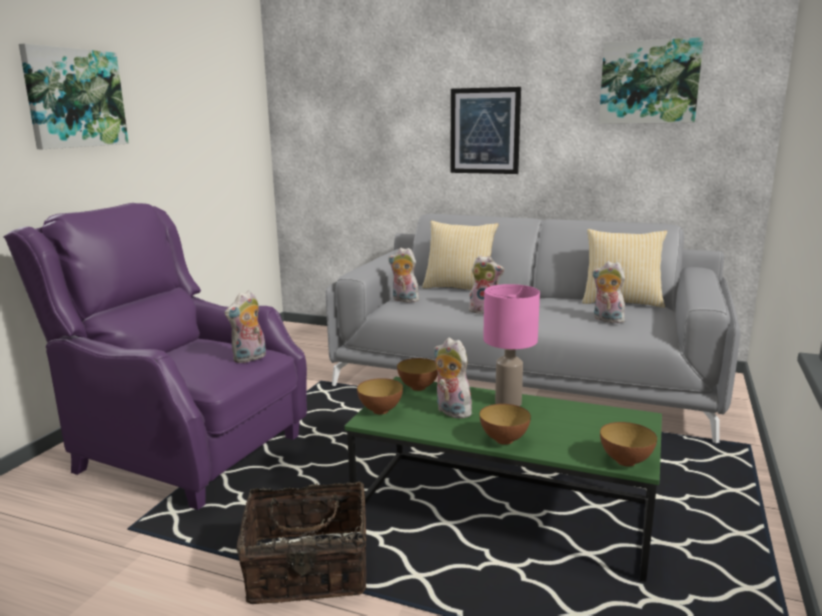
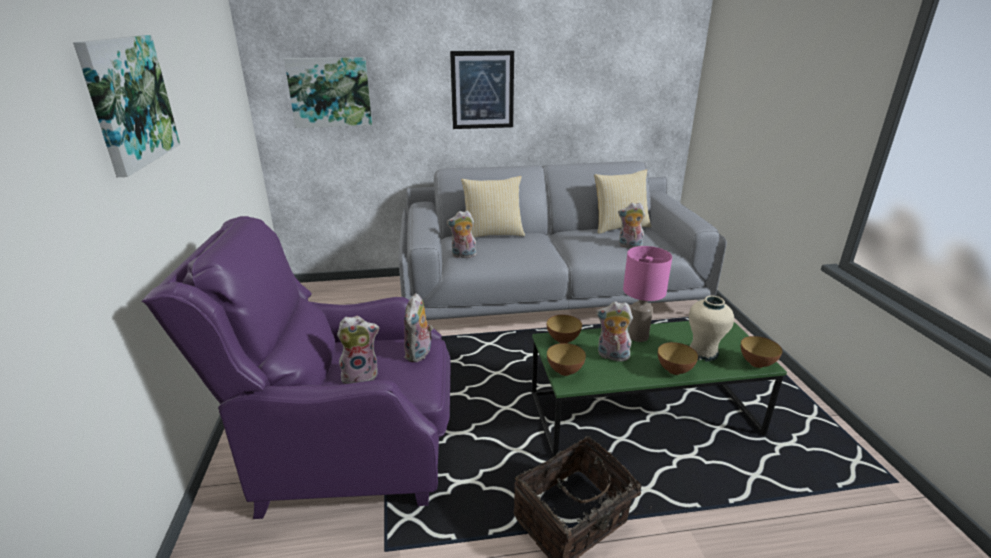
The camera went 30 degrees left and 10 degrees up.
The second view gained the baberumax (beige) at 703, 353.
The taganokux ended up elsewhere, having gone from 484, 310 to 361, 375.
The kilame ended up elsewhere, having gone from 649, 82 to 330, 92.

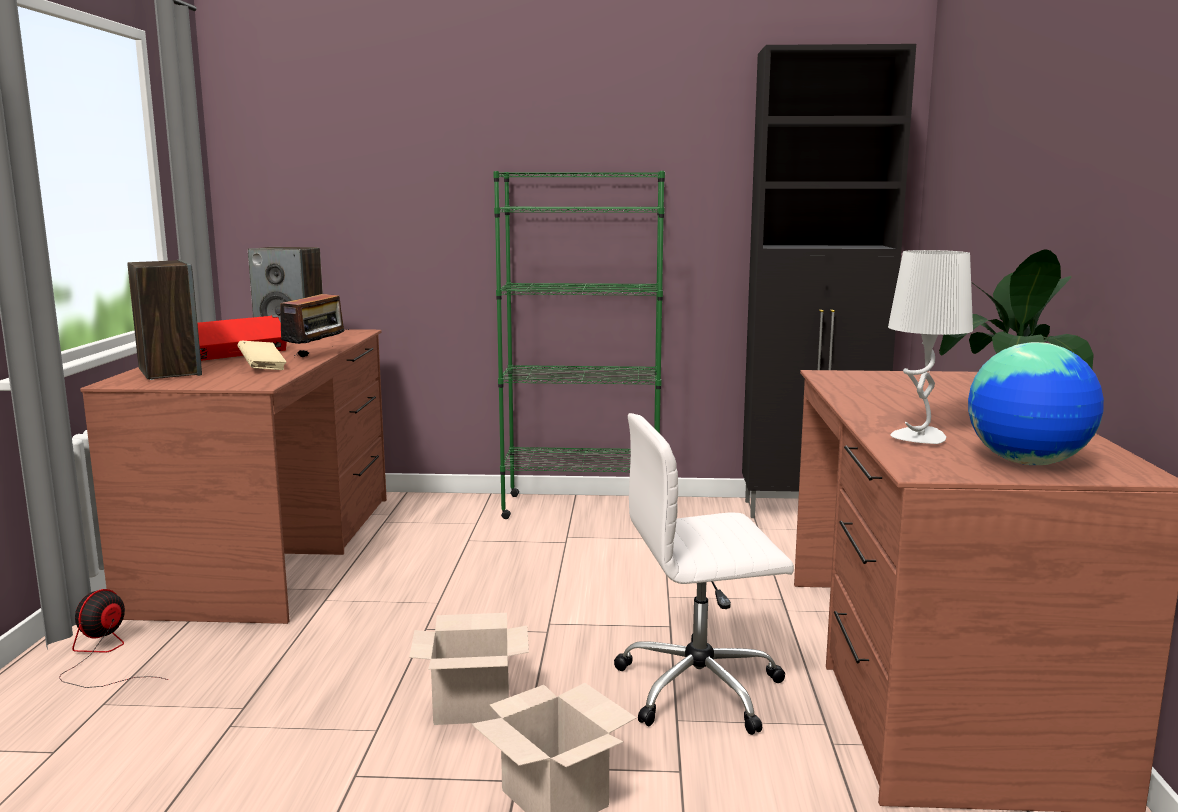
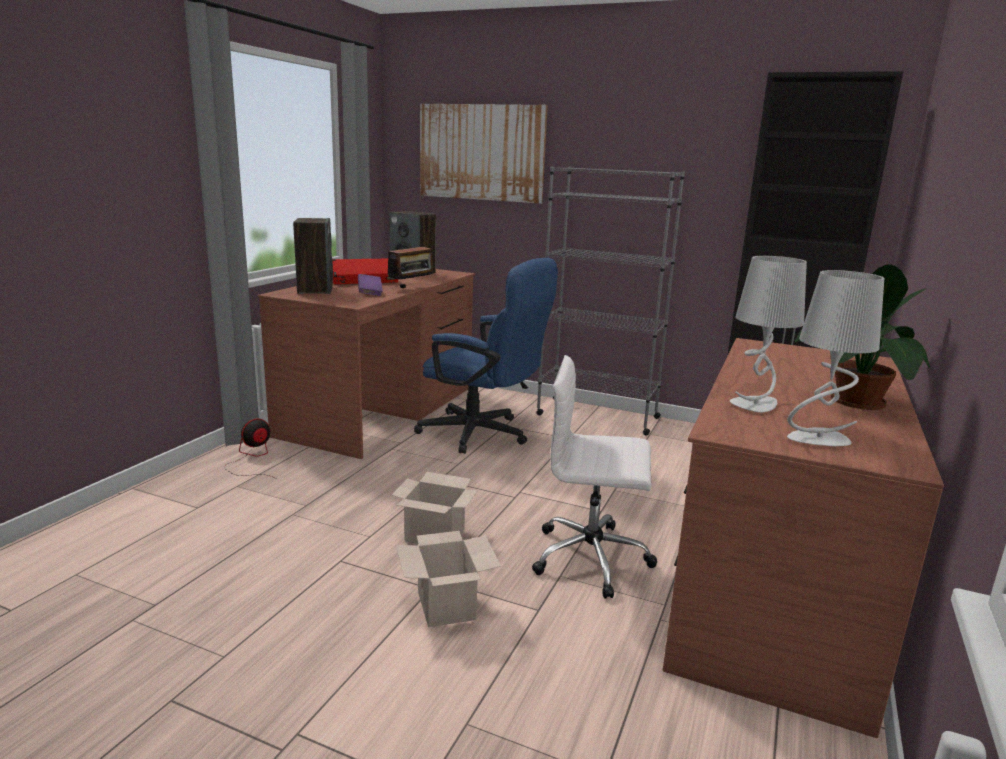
The camera went 20 degrees right and 5 degrees up.
The second view gained the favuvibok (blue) at 483, 434.
The second view gained the kilame at 481, 152.
Where the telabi stood at 1028, 463, the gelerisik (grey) came to stand at 818, 440.
What was the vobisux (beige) at 263, 368 turned into the vobisux (purple) at 370, 293.
What was the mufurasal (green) at 582, 508 turned into the mufurasal (grey) at 597, 416.

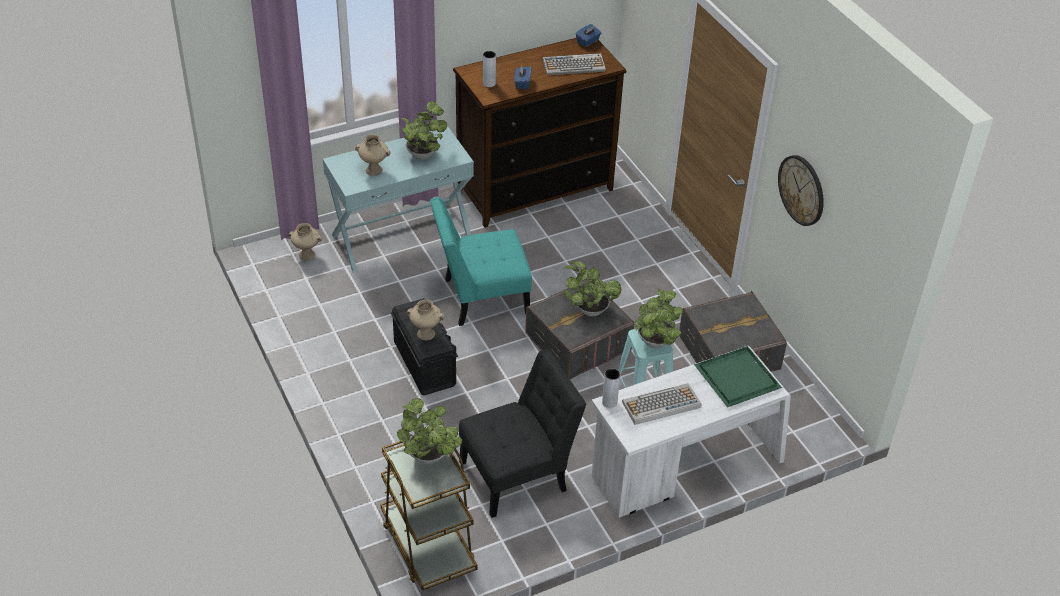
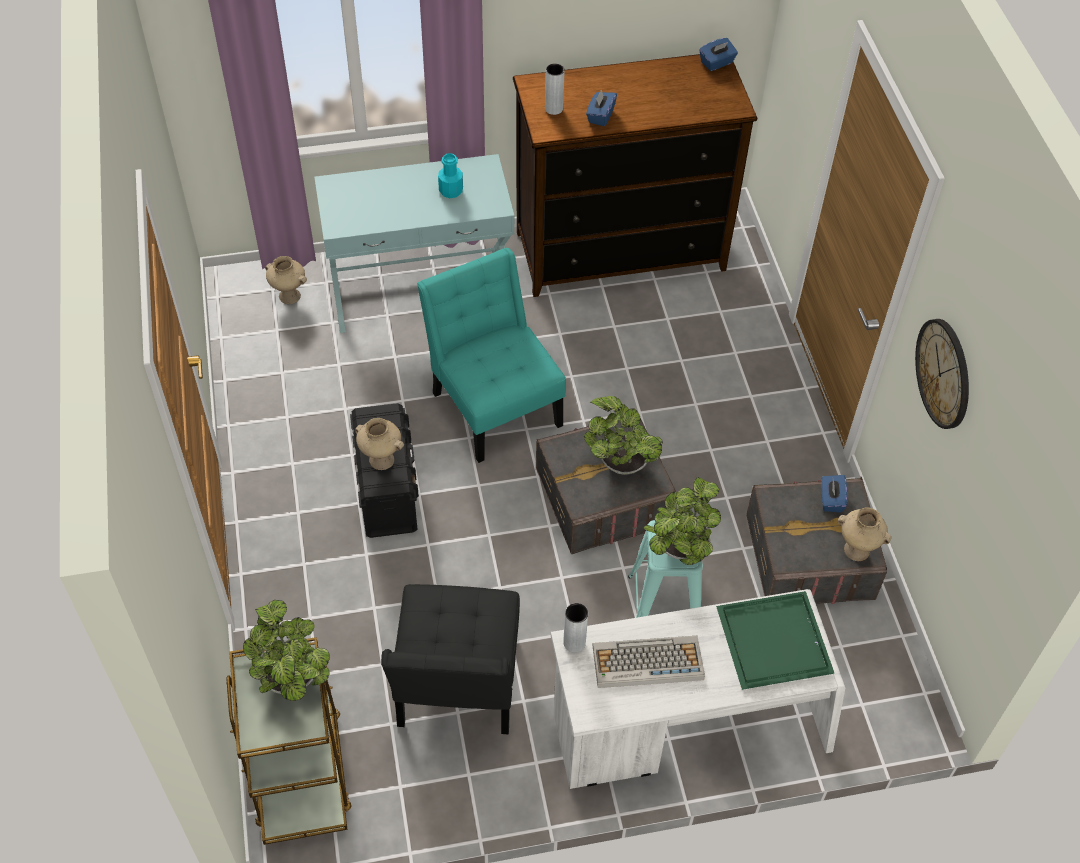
The camera went 15 degrees right and 10 degrees up.
The second view lost the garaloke at 574, 65.
The second view gained the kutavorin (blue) at 831, 500.
The baberumax (beige) ended up elsewhere, having gone from 374, 170 to 857, 550.
Where the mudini stood at 423, 153, the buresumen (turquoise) came to stand at 451, 191.
The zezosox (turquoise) at 481, 298 ended up facing another way, 60 degrees clockwise from before.
The zezosox (black) at 519, 474 ended up facing another way, 105 degrees clockwise from before.

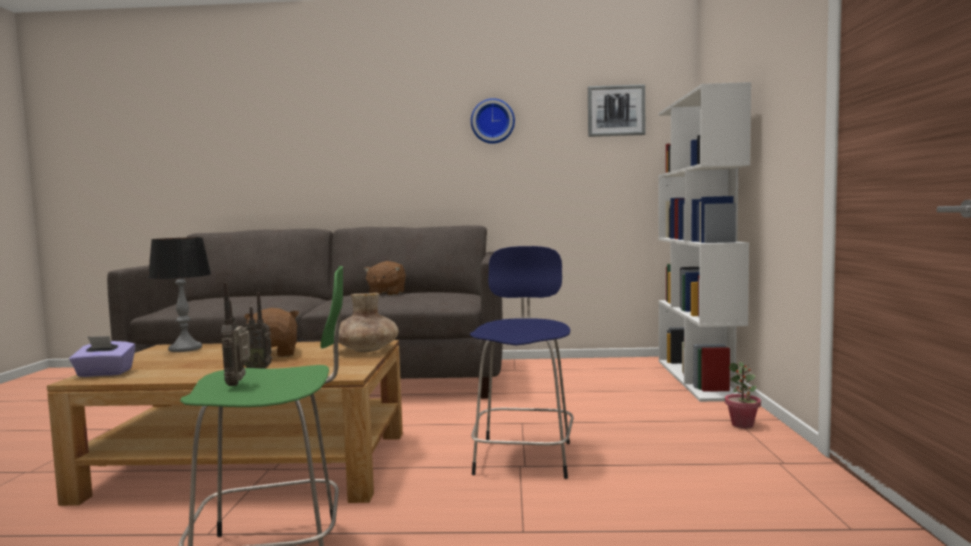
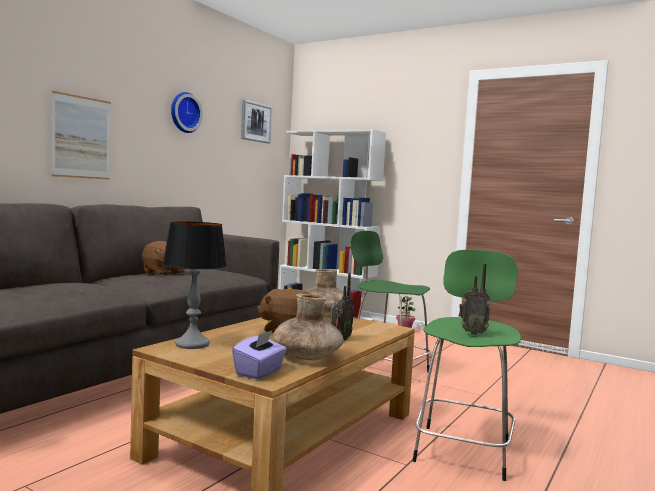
The camera went 60 degrees left and 0 degrees up.
The second view gained the kilame at 81, 137.
The second view gained the baberumax (brown) at 307, 356.
What was the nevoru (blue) at 524, 456 turned into the nevoru (green) at 386, 370.

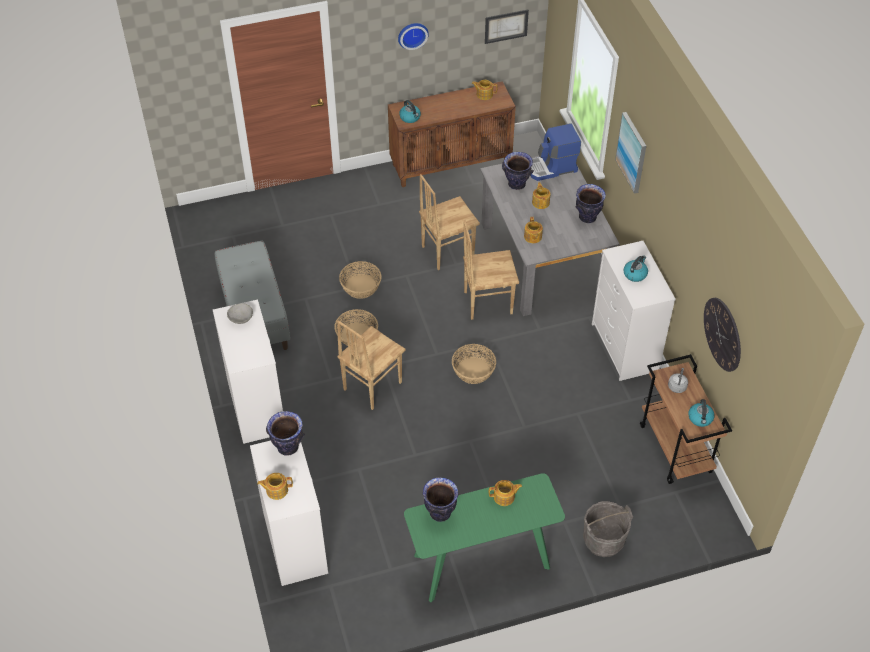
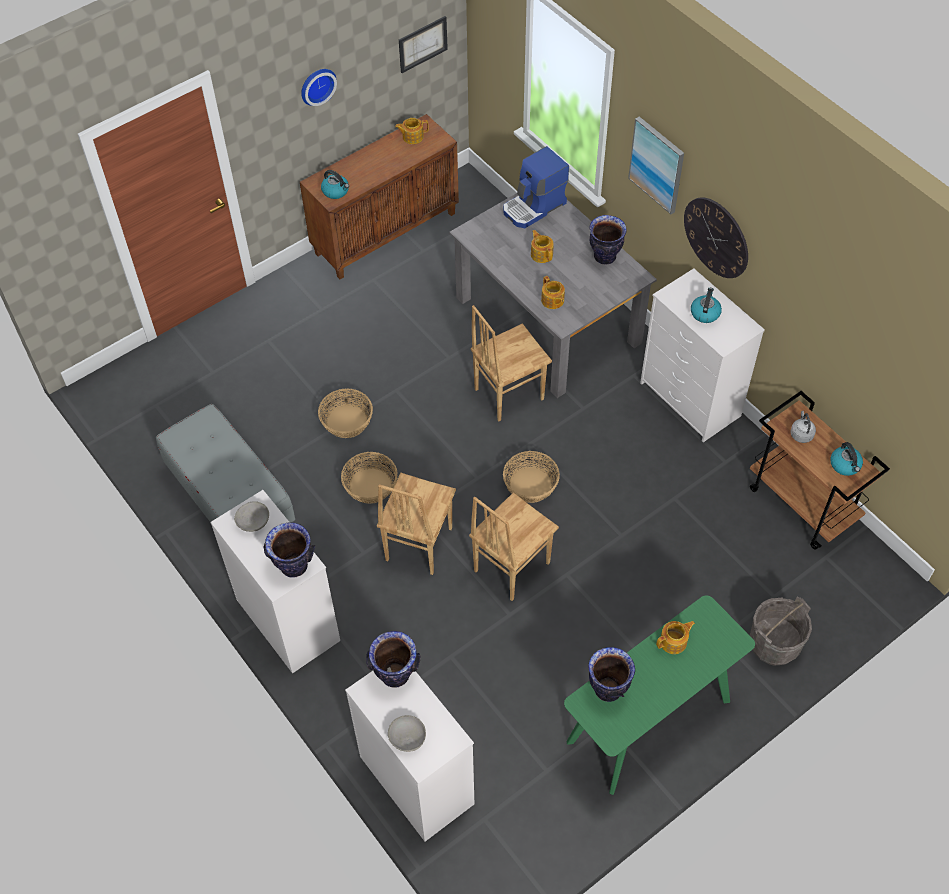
The camera went 20 degrees left and 5 degrees up.
The zezosox (brown) ended up elsewhere, having gone from 447, 251 to 510, 566.
The baberumax ended up elsewhere, having gone from 517, 184 to 294, 566.
The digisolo ended up elsewhere, having gone from 722, 334 to 716, 237.
Where the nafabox stood at 276, 490, the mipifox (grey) came to stand at 407, 737.

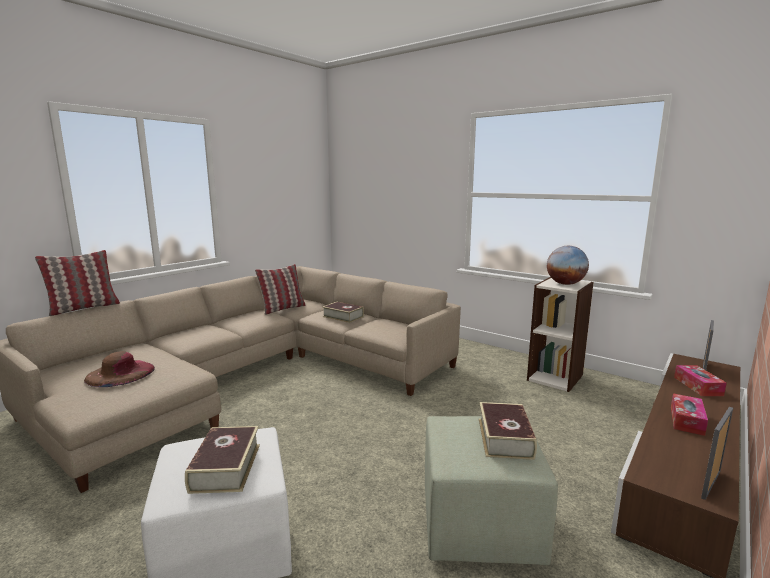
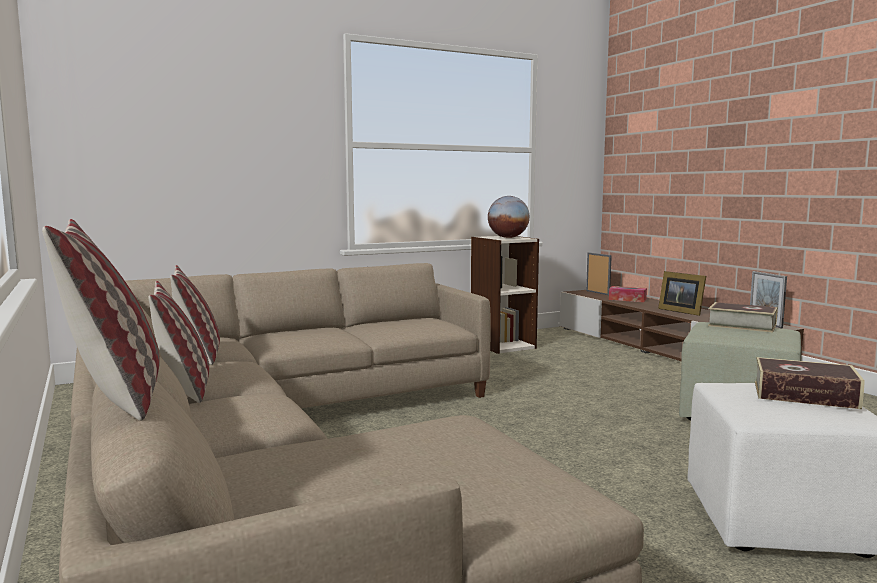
The camera went 65 degrees left and 5 degrees down.
The second view lost the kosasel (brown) at 120, 373.
The second view lost the vobisux at 343, 316.
The second view gained the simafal at 183, 388.
Where the kutavorin stood at 686, 420, the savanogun came to stand at 680, 311.

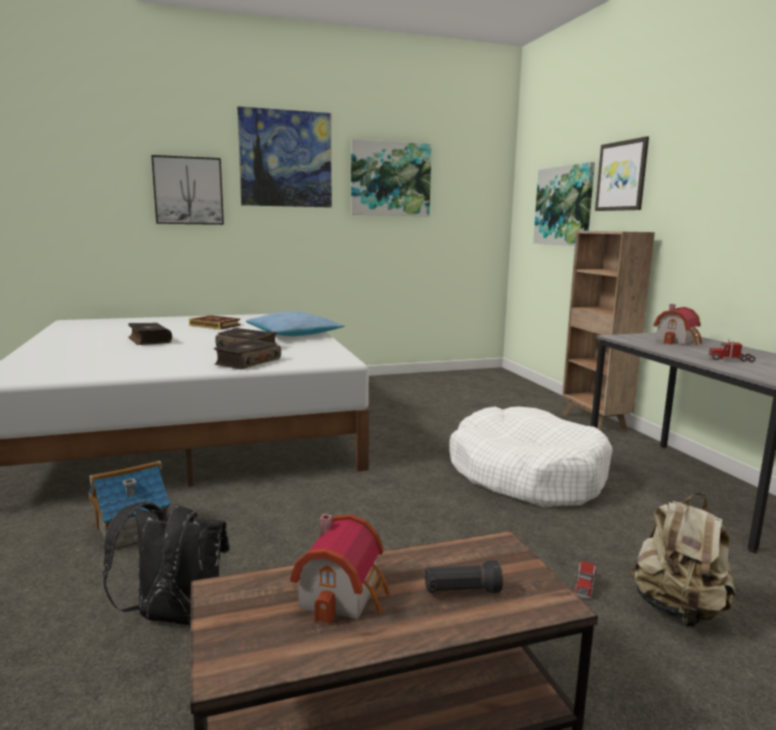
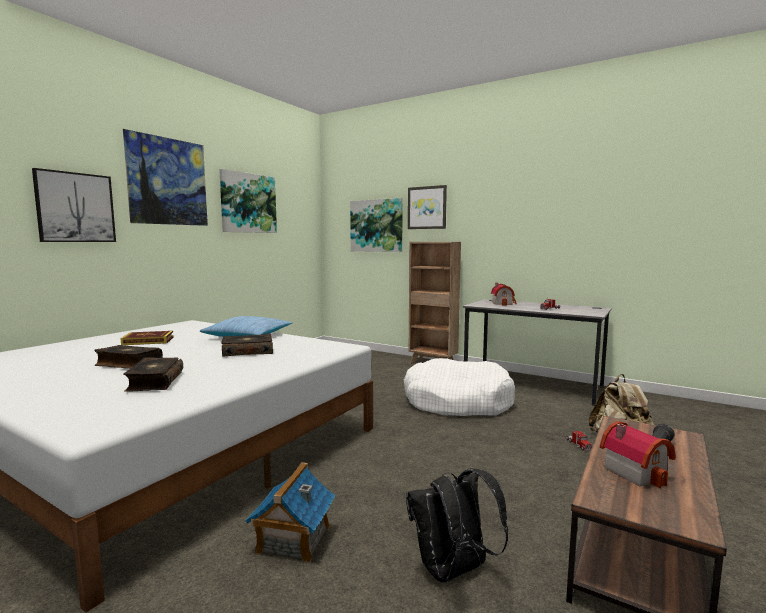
The camera went 40 degrees left and 5 degrees down.
The vobisux ended up elsewhere, having gone from 247, 362 to 154, 382.

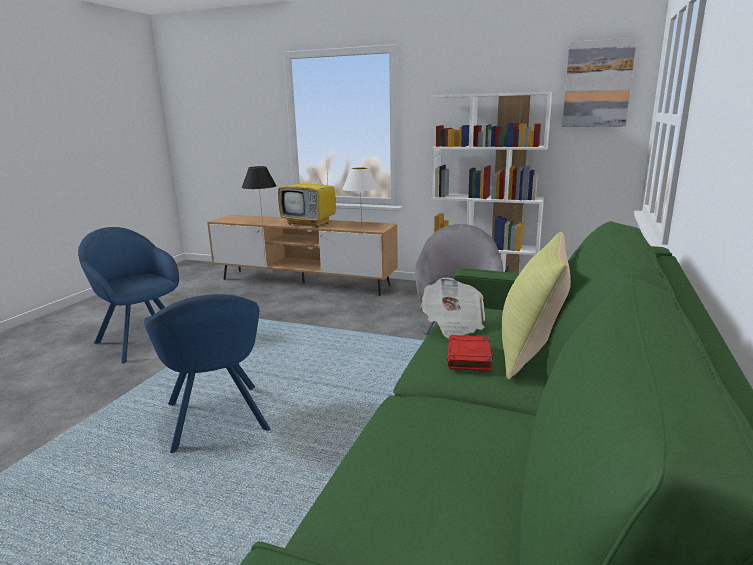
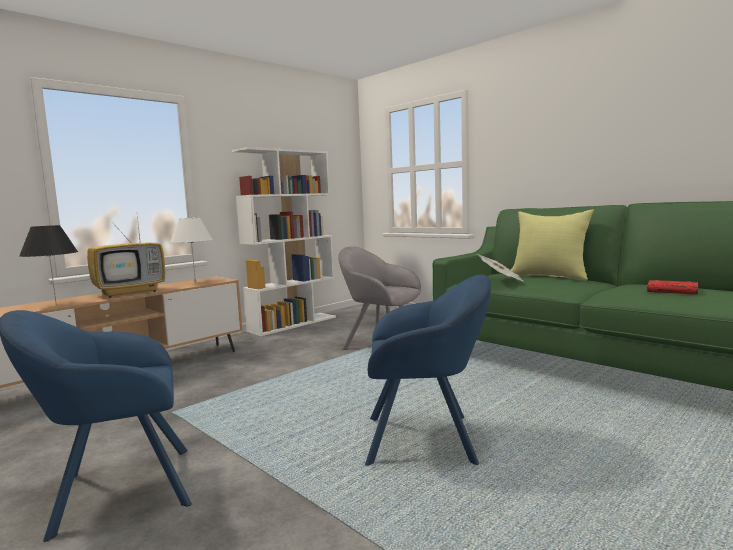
The camera went 65 degrees left and 10 degrees down.
The second view lost the kilame at 597, 84.
The vobisux (red) ended up elsewhere, having gone from 469, 357 to 672, 291.

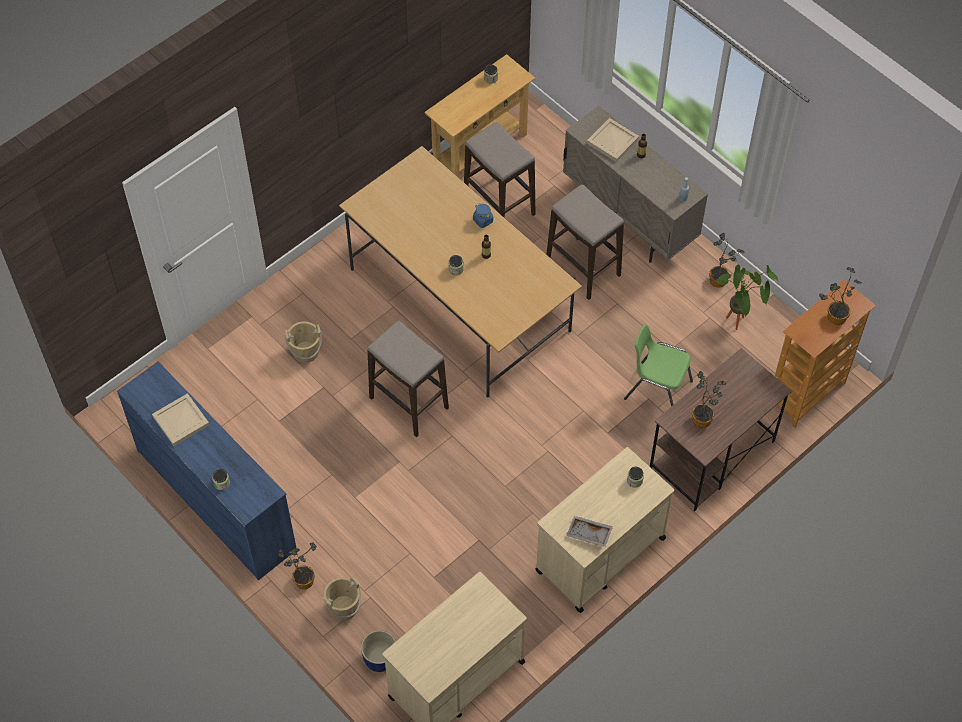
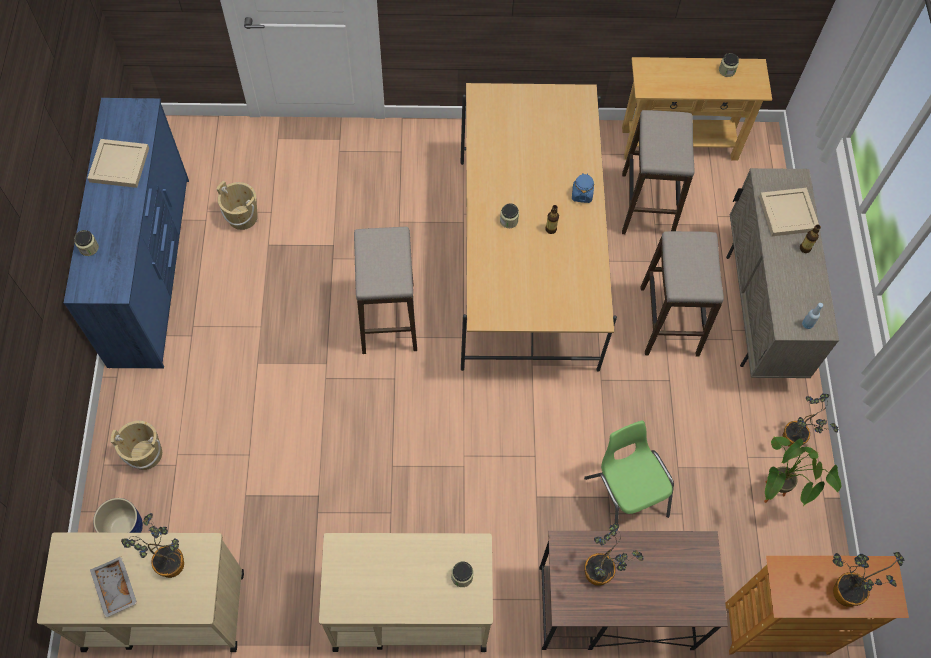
The camera went 40 degrees right and 5 degrees up.
The mudini ended up elsewhere, having gone from 302, 579 to 170, 560.
The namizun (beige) ended up elsewhere, having gone from 305, 351 to 242, 217.
The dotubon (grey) ended up elsewhere, having gone from 588, 534 to 114, 589.

